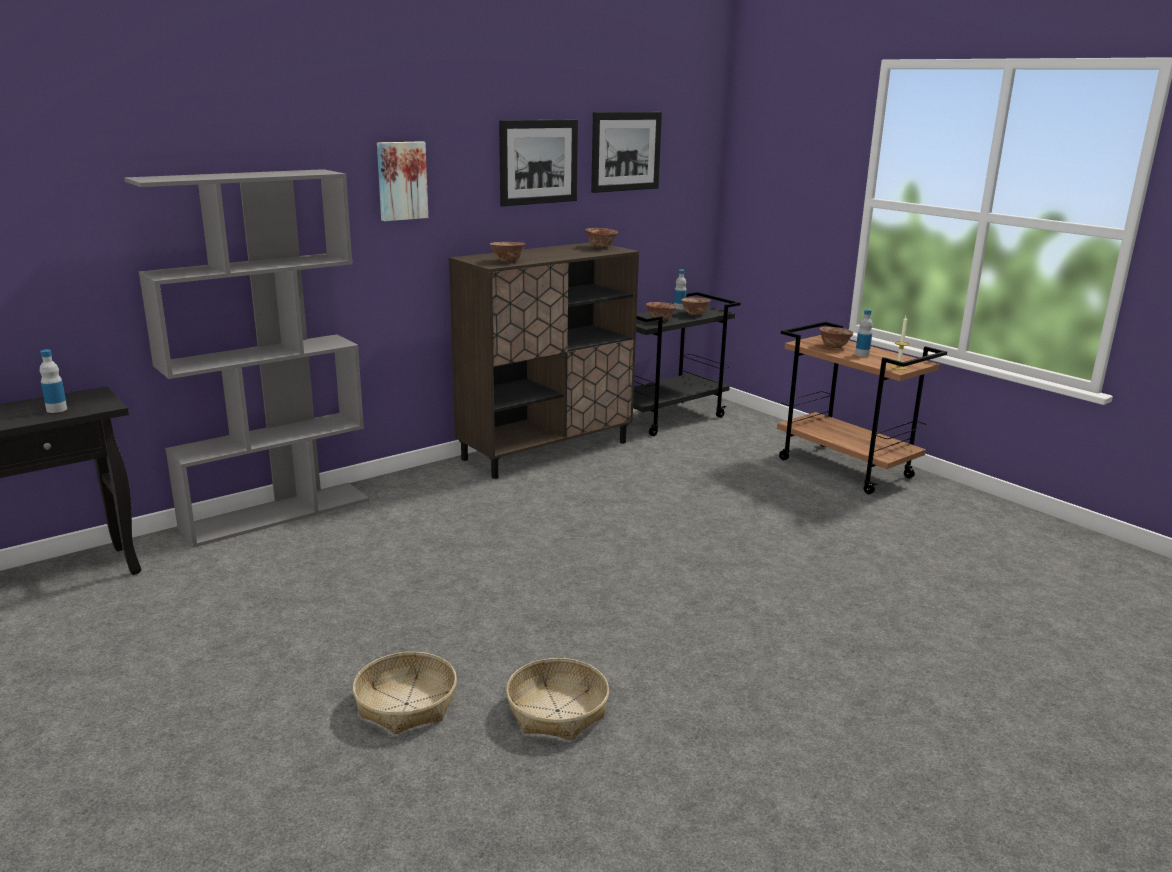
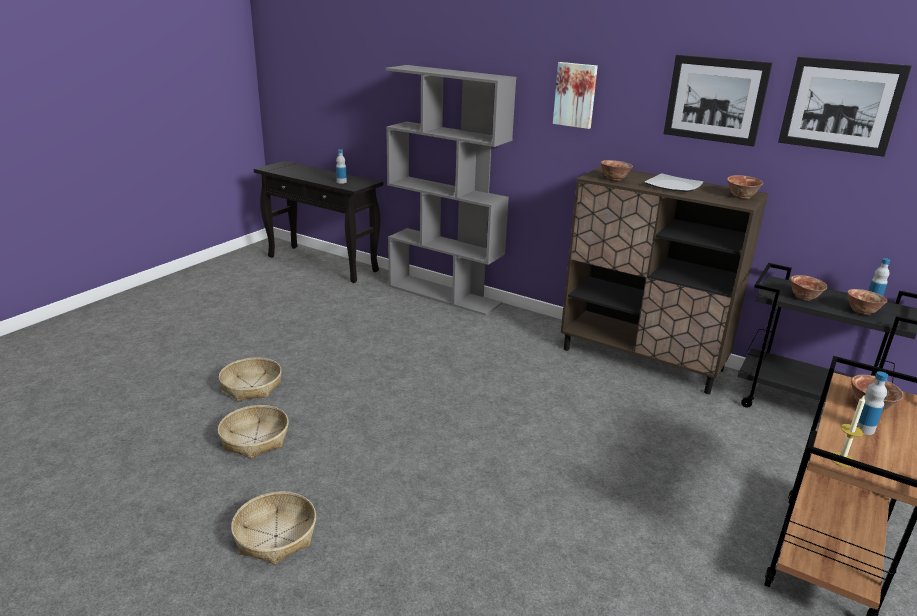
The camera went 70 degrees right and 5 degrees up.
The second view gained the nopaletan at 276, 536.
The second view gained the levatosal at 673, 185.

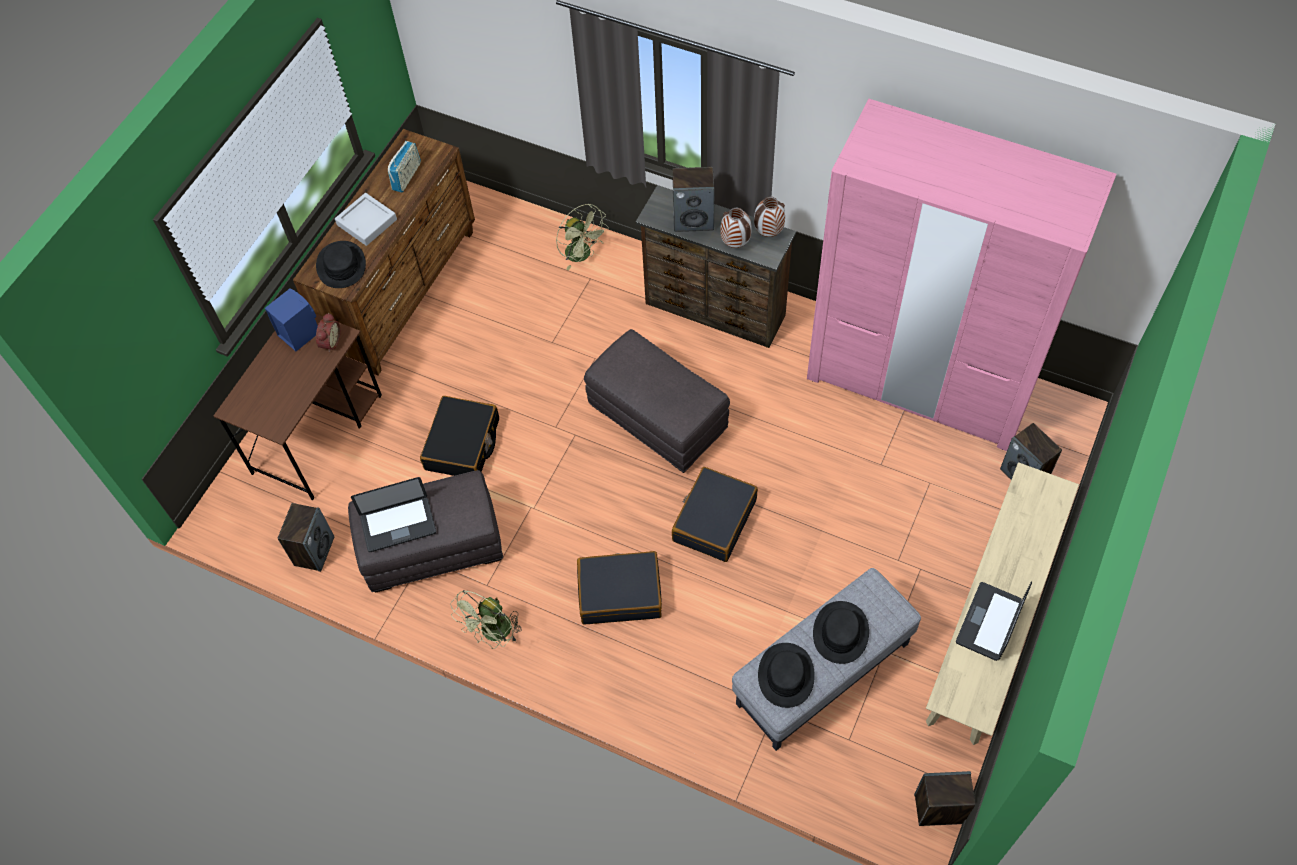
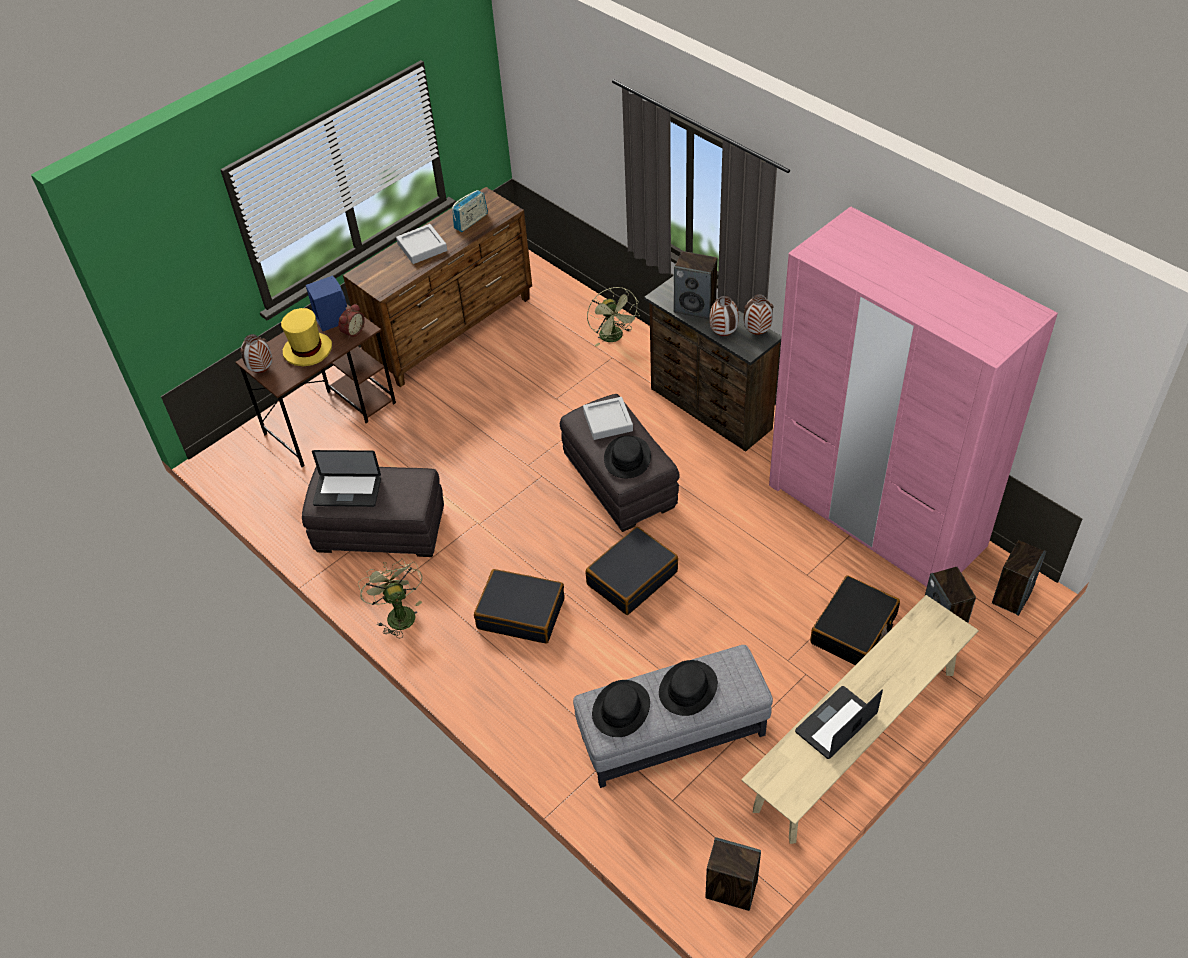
The camera went 20 degrees right and 10 degrees down.
The second view gained the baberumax at 261, 371.
The second view gained the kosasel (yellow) at 307, 350.
The second view gained the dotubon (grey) at 608, 421.
The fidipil ended up elsewhere, having gone from 314, 551 to 1012, 595.
The kosasel (black) ended up elsewhere, having gone from 341, 265 to 627, 458.
The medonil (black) ended up elsewhere, having gone from 463, 444 to 854, 630.
The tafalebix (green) at 493, 634 ended up facing another way, 105 degrees clockwise from before.

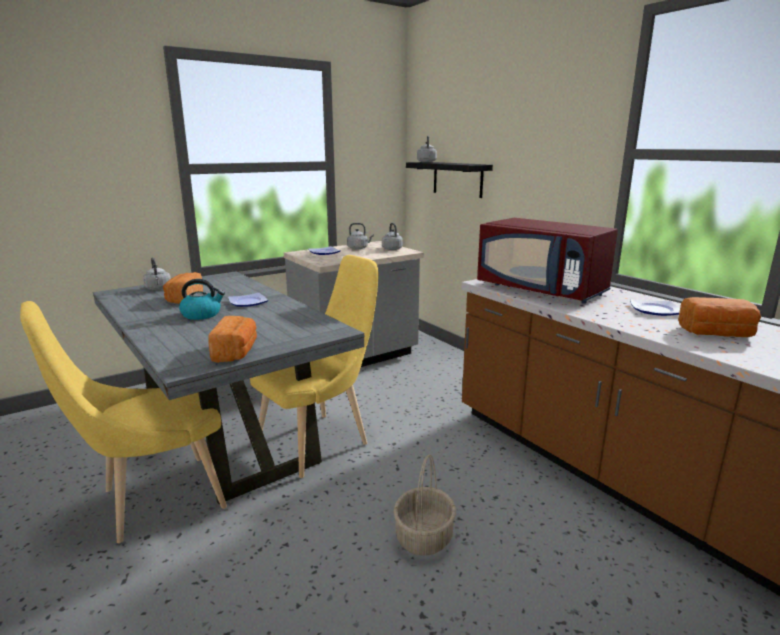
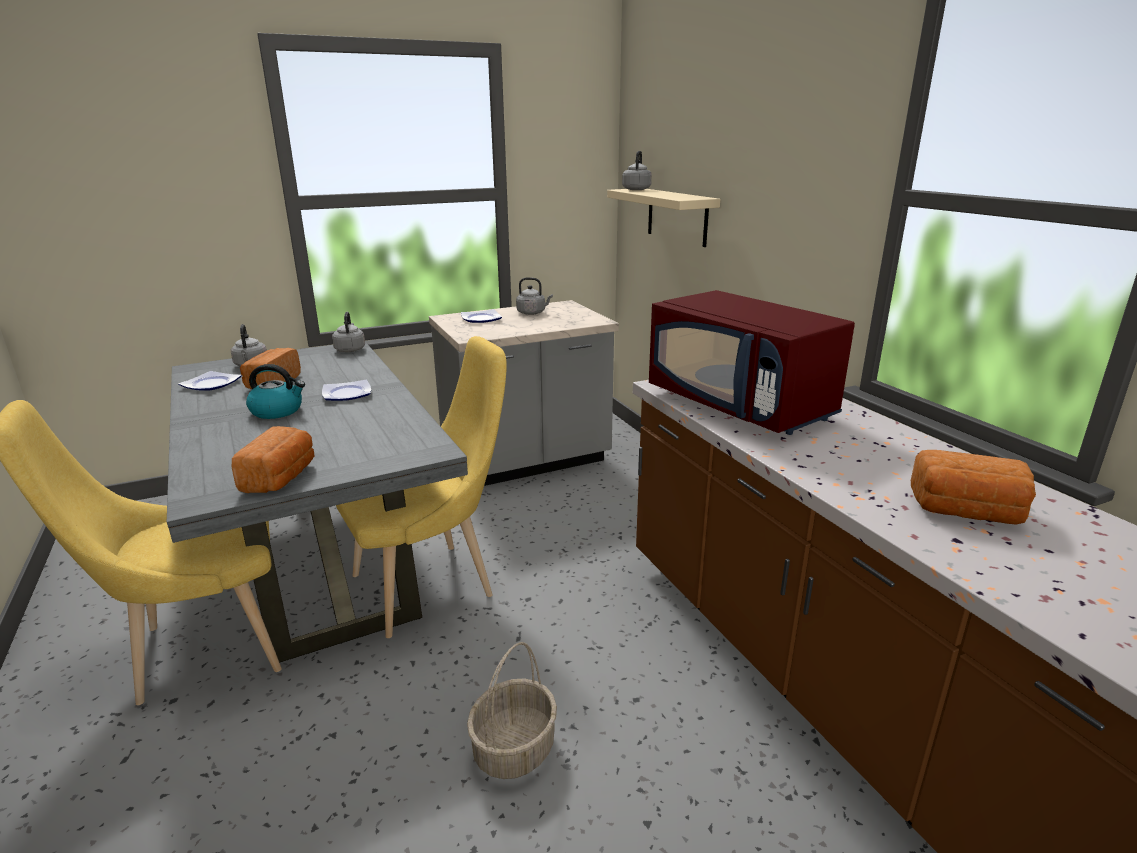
The camera went 10 degrees right and 5 degrees up.
The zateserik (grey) ended up elsewhere, having gone from 391, 249 to 350, 349.
The levatosal ended up elsewhere, having gone from 656, 311 to 211, 385.
What was the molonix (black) at 457, 179 turned into the molonix (beige) at 677, 216.

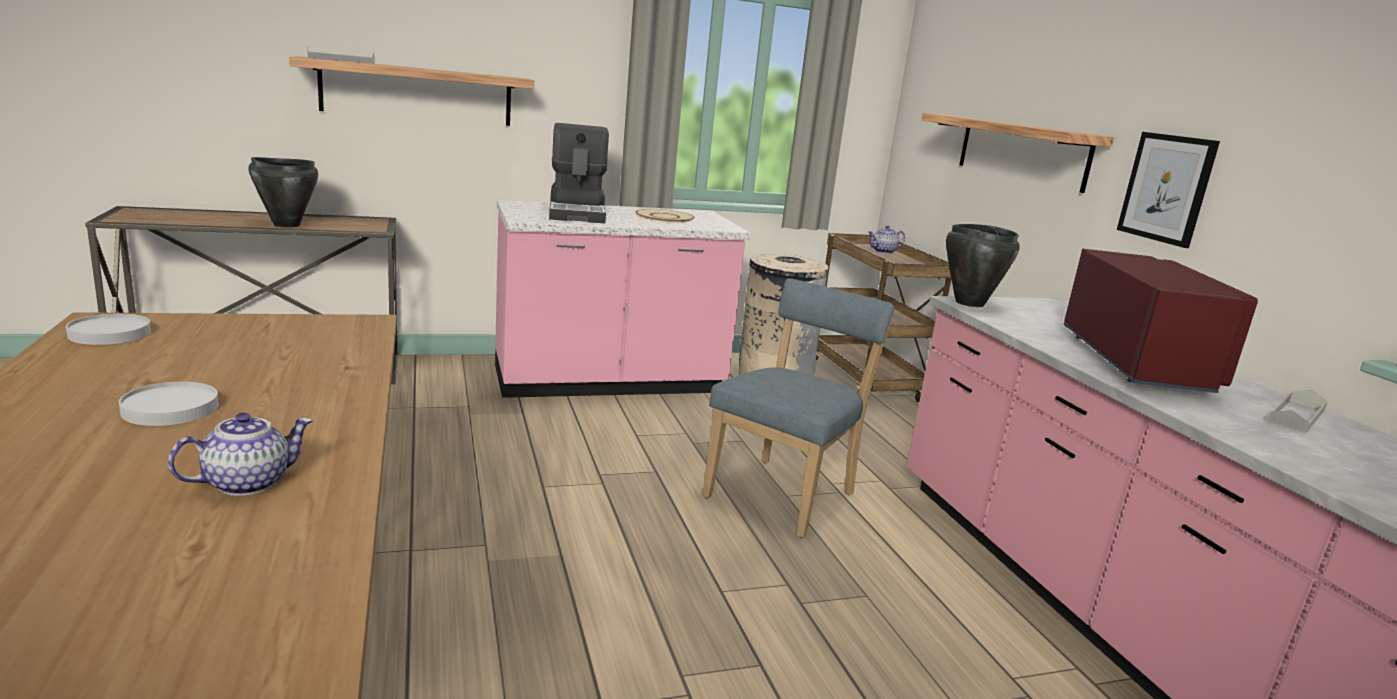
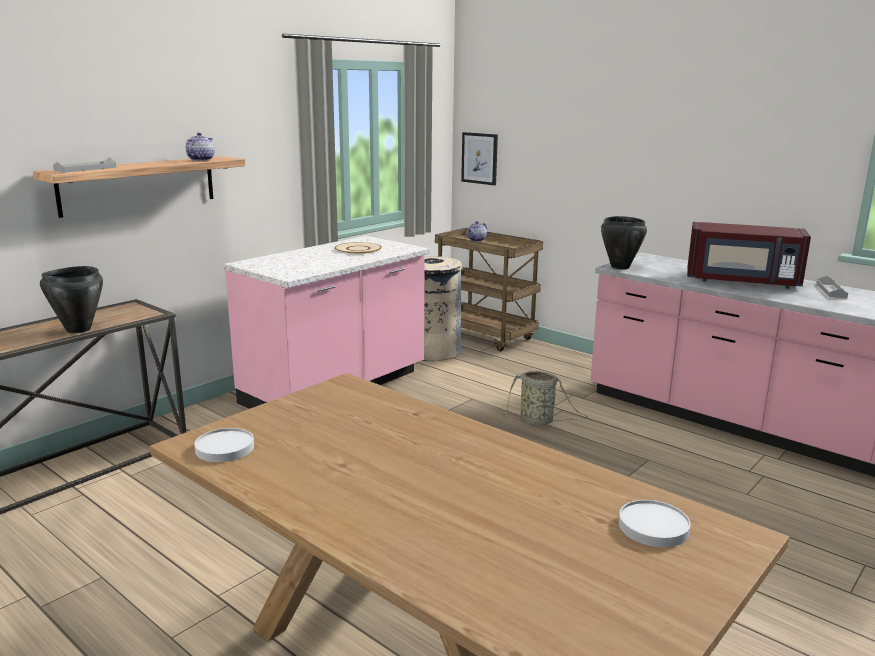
The camera went 30 degrees left and 0 degrees up.
The second view lost the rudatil at 578, 213.
The second view lost the molonix at 1021, 151.
The levatosal (white) ended up elsewhere, having gone from 170, 408 to 652, 527.
The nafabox ended up elsewhere, having gone from 247, 482 to 200, 160.
The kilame ended up elsewhere, having gone from 1166, 188 to 479, 158.
Where the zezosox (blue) stood at 784, 493, the nopaletan came to stand at 538, 421.
The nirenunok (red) at 1138, 363 ended up facing another way, 135 degrees clockwise from before.

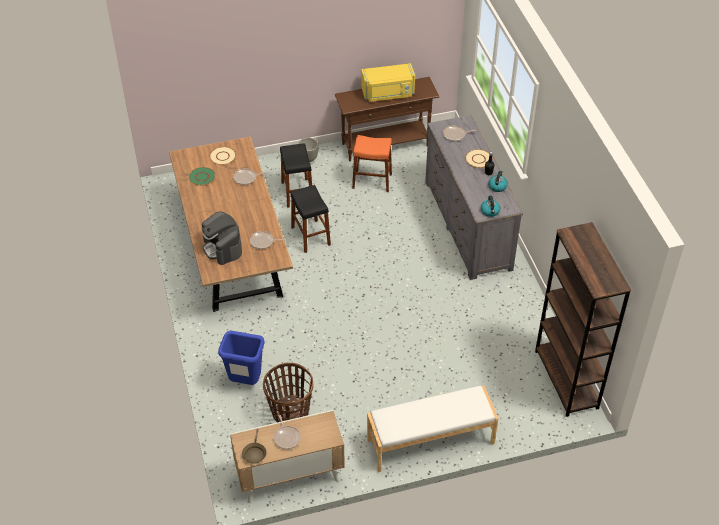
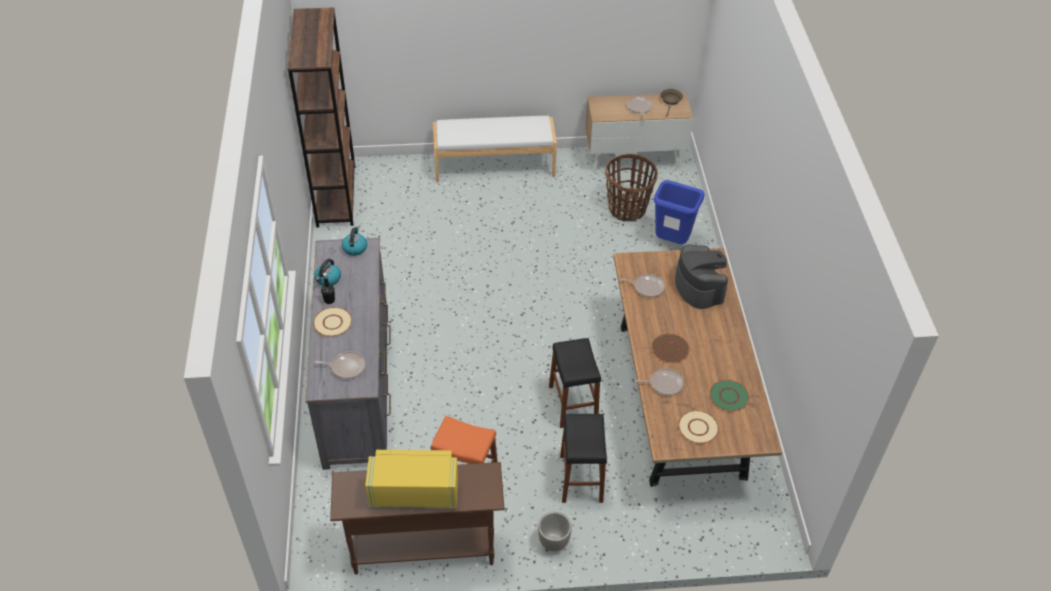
The camera went 170 degrees left and 0 degrees up.
The second view gained the levatosal (brown) at 670, 349.

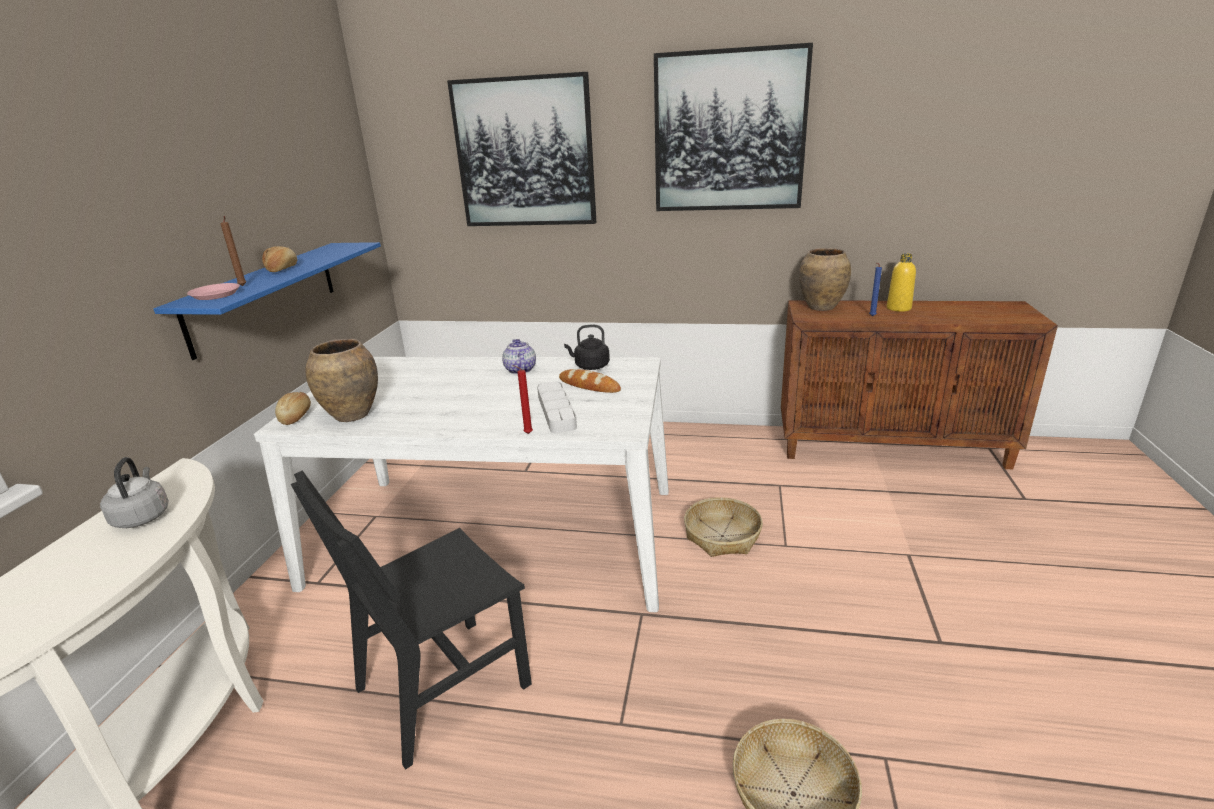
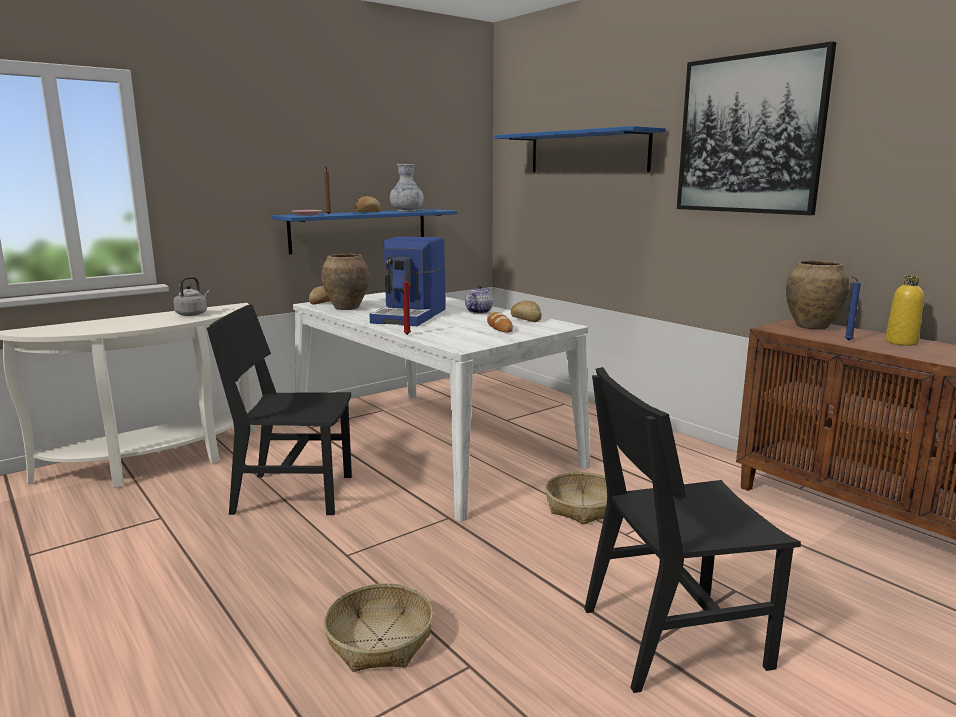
The camera went 40 degrees right and 10 degrees down.
The second view lost the dotubon (grey) at 556, 411.
The second view gained the rudatil at 411, 316.
The second view gained the baberumax at 406, 211.
The second view gained the zezosox (black) at 673, 637.
Where the kilame hung at 525, 153, the molonix (blue) came to hang at 587, 152.
Where the zateserik (black) stood at 590, 366, the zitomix came to stand at 526, 319.

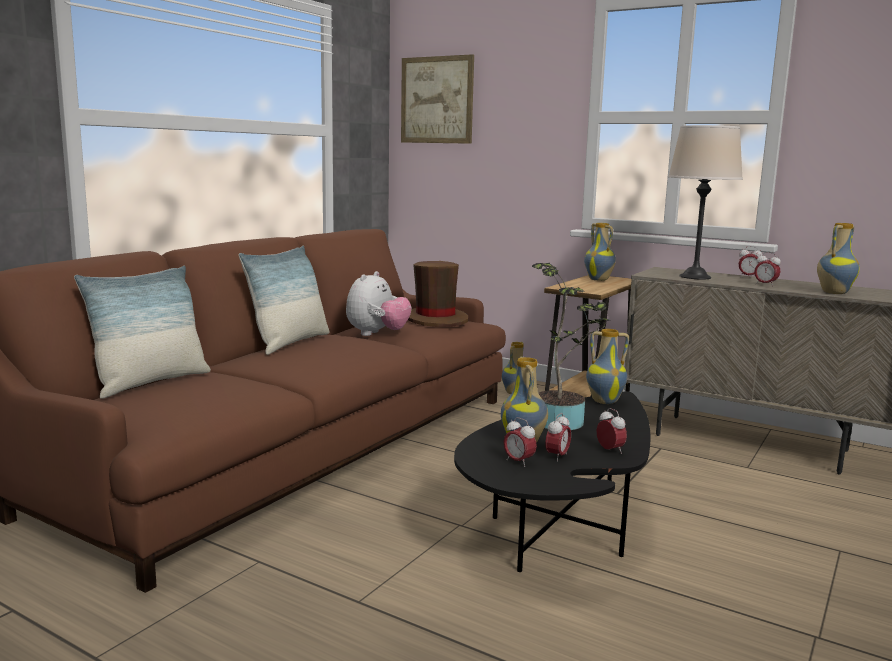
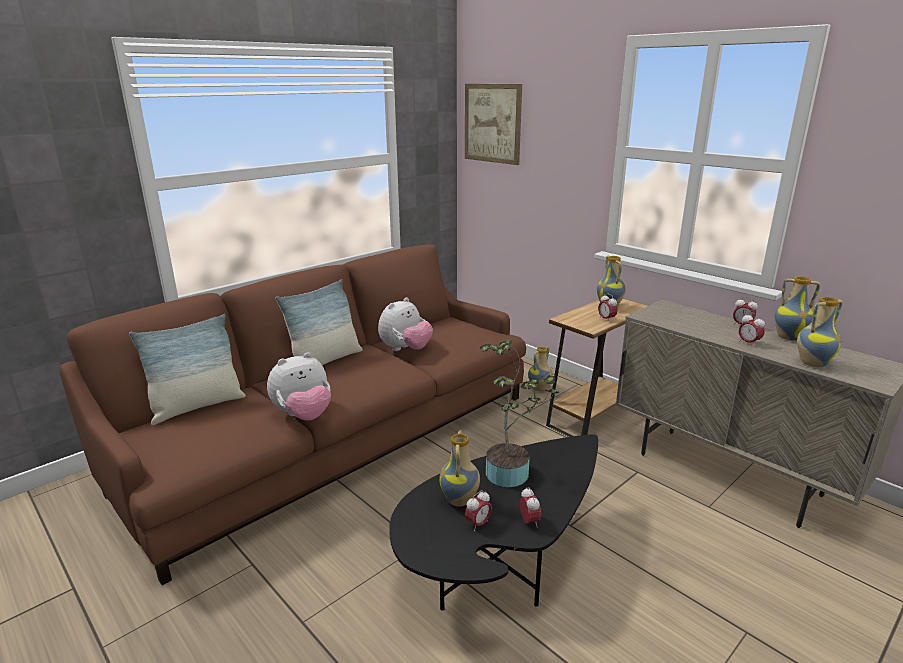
The camera went 15 degrees right and 10 degrees up.
The second view lost the kosasel (brown) at 436, 319.
The second view lost the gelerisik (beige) at 695, 277.
The second view gained the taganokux at 303, 415.
The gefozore ended up elsewhere, having gone from 518, 462 to 606, 319.
The baberumax ended up elsewhere, having gone from 604, 401 to 788, 337.

